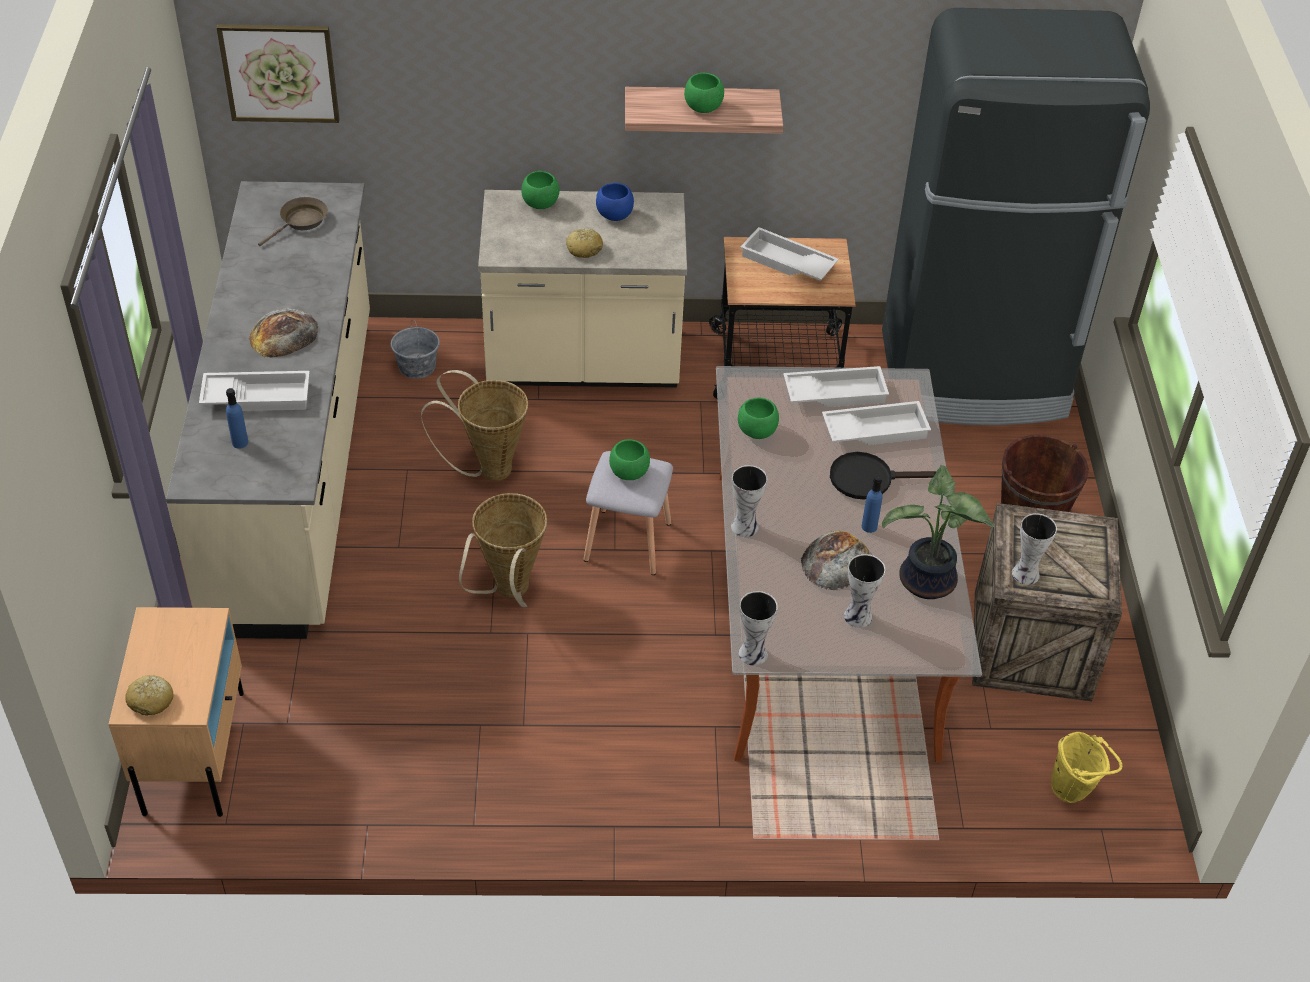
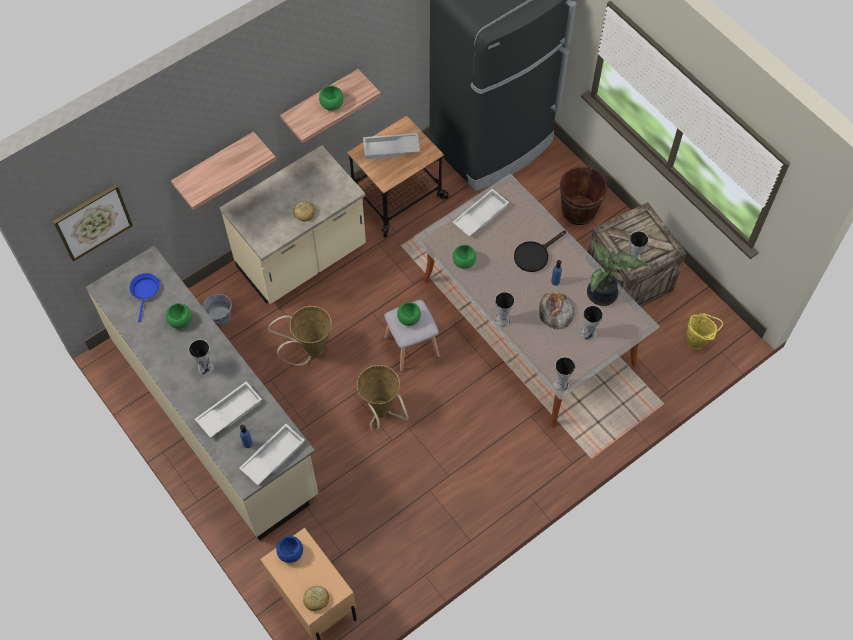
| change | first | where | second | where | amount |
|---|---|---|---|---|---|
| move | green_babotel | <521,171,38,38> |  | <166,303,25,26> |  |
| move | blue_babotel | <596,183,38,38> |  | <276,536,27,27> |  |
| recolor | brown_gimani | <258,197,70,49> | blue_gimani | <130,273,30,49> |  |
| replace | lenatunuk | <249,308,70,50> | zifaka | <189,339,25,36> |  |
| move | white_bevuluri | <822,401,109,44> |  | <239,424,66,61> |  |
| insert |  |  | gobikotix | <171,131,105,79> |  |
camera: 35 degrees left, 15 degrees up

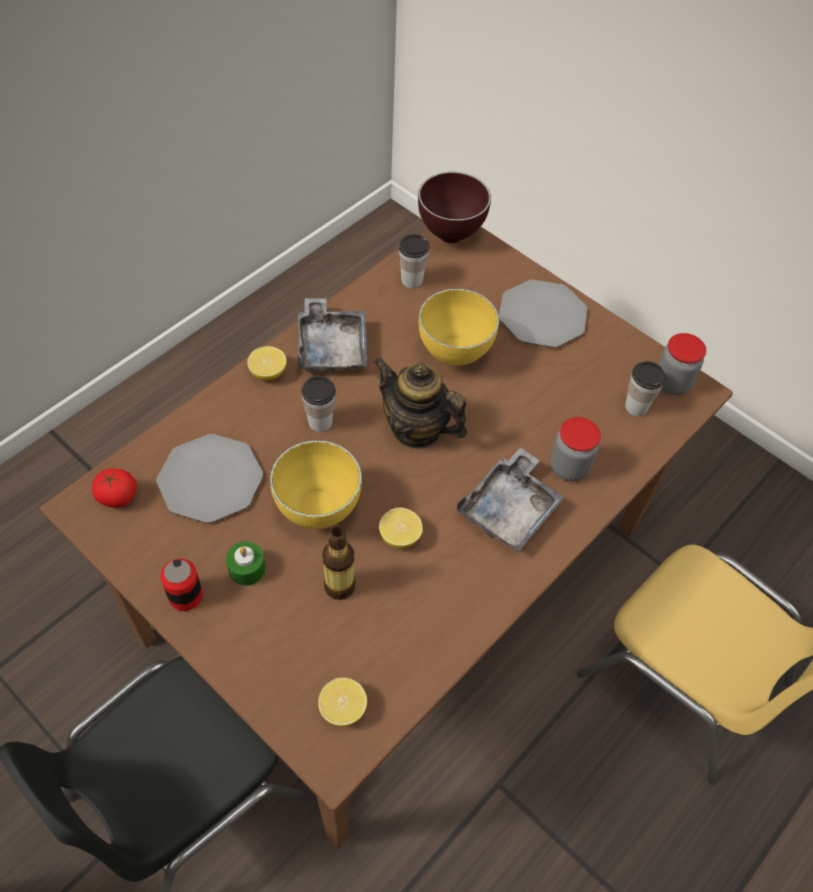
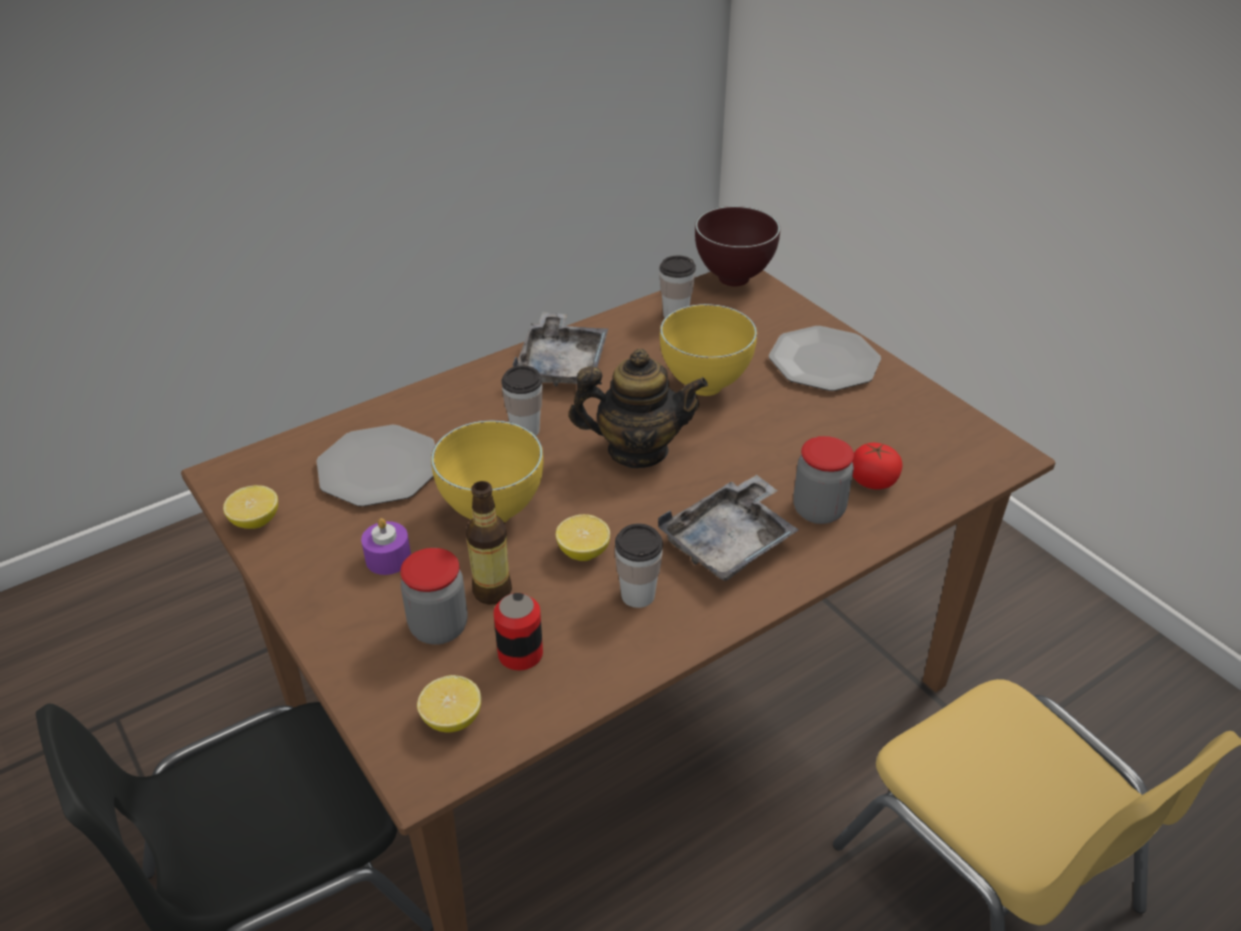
| change | first | where | second | where | amount |
|---|---|---|---|---|---|
| move | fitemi | <658,333,48,62> |  | <400,548,68,97> |  |
| move | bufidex | <247,346,40,34> |  | <223,485,55,44> |  |
| rotate | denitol | <373,357,94,92> |  | <569,349,139,119> | 135 degrees clockwise |
| move | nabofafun | <625,361,41,55> |  | <615,524,48,84> |  |
| move | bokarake | <92,468,45,40> |  | <852,443,51,47> |  |
| recolor | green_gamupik | <226,541,40,45> | purple_gamupik | <361,518,50,57> |  |
| move | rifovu | <160,559,43,52> |  | <494,593,49,78> |  |
camera: 15 degrees right, 15 degrees down

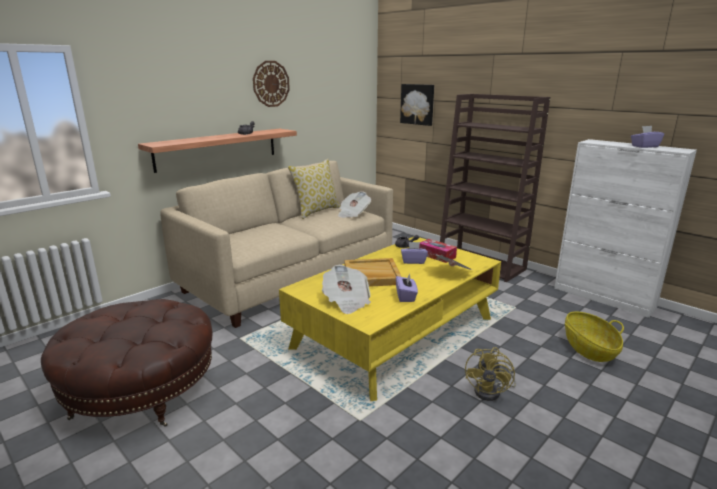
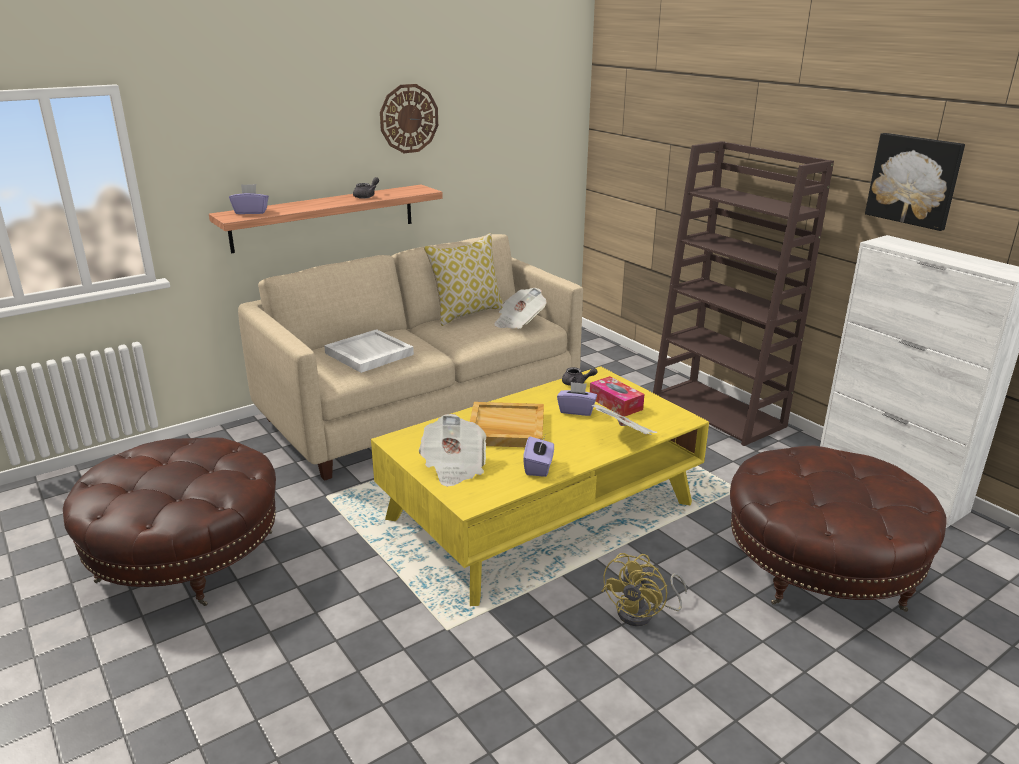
| change | first | where | second | where | amount |
|---|---|---|---|---|---|
| move | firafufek | <400,84,34,42> |  | <865,133,100,98> |  |
| move | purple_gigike | <631,126,33,22> |  | <229,184,40,30> |  |
| replace | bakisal | <565,312,59,50> | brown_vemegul | <730,445,217,167> |  |
| insert |  |  | white_bevuluri | <324,329,90,44> |  |
camera: 10 degrees right, 5 degrees up

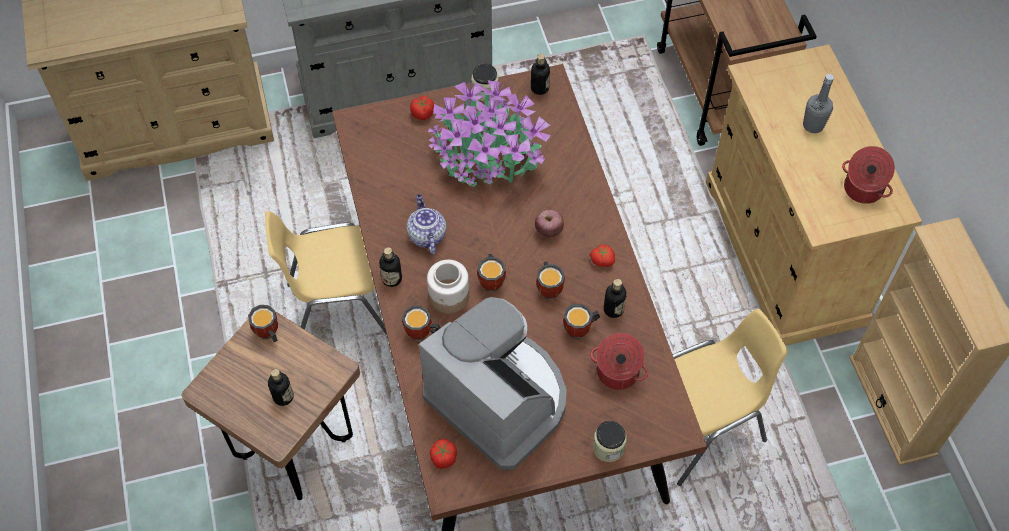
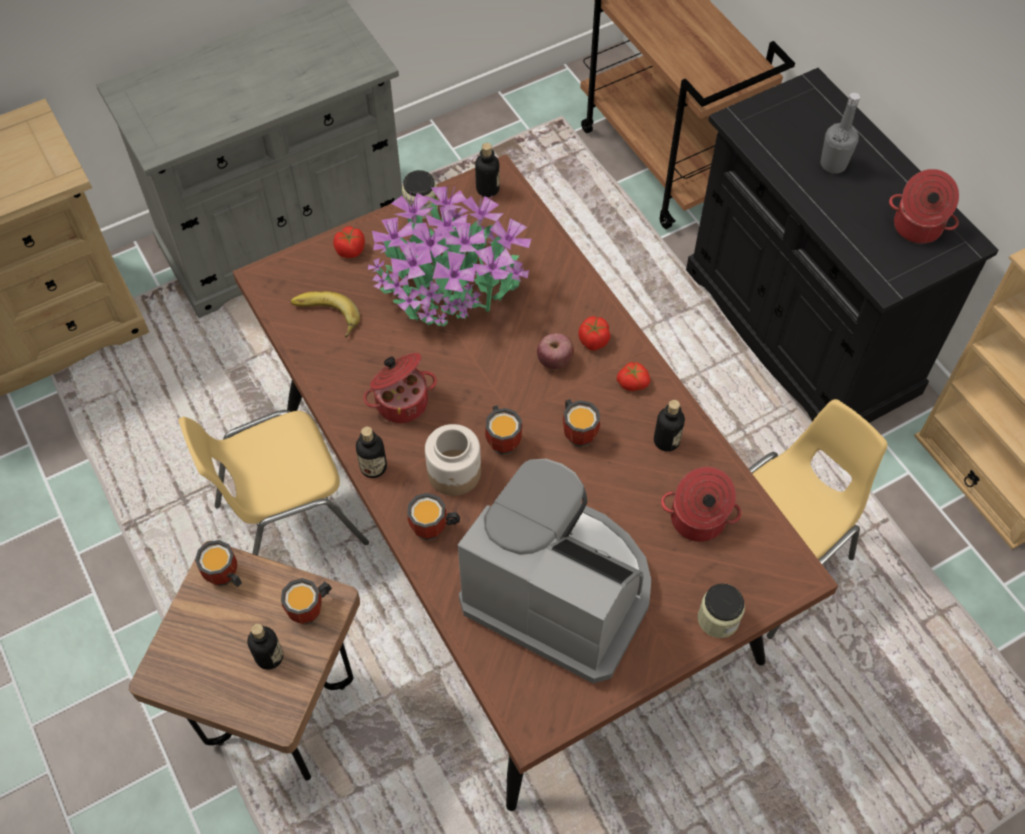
| change | first | where | second | where | amount |
|---|---|---|---|---|---|
| recolor | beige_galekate | <706,45,216,301> | black_galekate | <686,68,312,355> |  |
| replace | denitol | <406,194,41,61> | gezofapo | <363,353,74,70> |  |
| move | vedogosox | <563,304,37,35> |  | <281,578,51,47> |  |
| move | bokarake | <430,439,27,30> |  | <579,316,31,35> |  |
| insert |  |  | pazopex | <291,291,69,46> |  |
camera: 15 degrees left, 0 degrees up

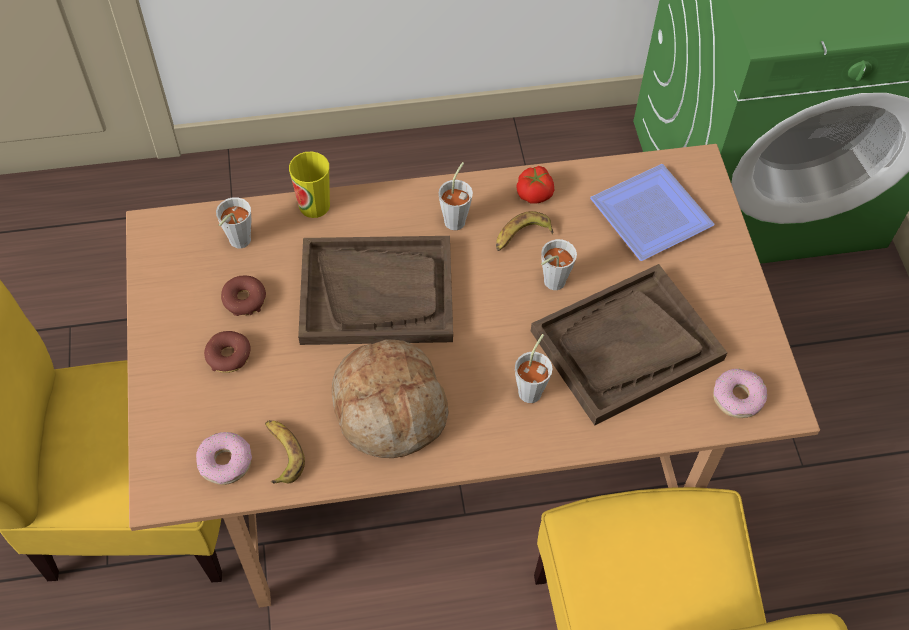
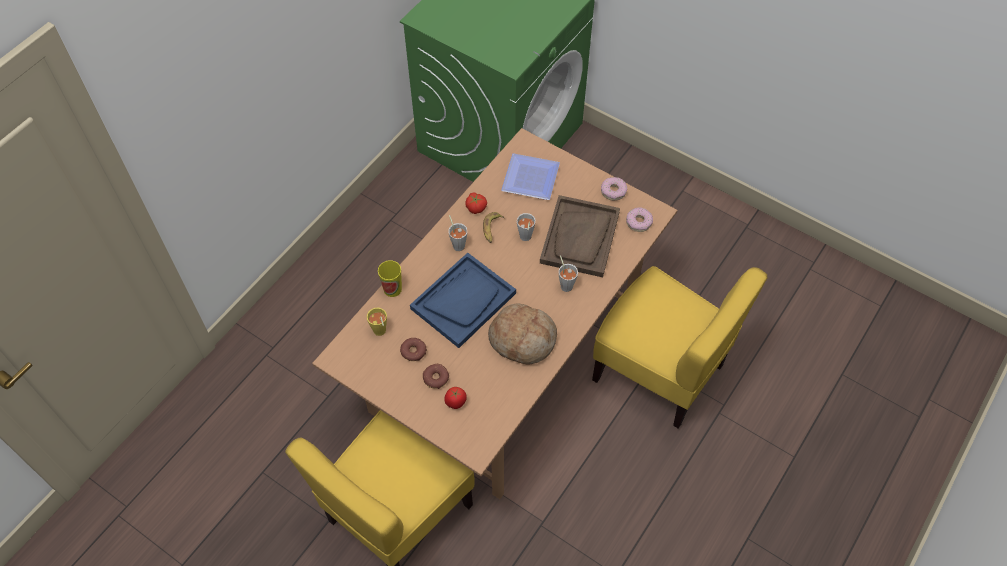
| change | first | where | second | where | amount |
|---|---|---|---|---|---|
| recolor | grey_nabofafun | <216,197,35,51> | yellow_nabofafun | <367,308,20,28> |  |
| recolor | brown_bevuluri | <298,236,155,109> | blue_bevuluri | <410,253,106,95> |  |
| delete | pazopex | <265,420,40,64> |  |  |  |
| move | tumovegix | <196,432,56,53> |  | <601,177,26,24> |  |
| insert |  |  | bokarake | <444,387,23,22> |  |
camera: 45 degrees left, 0 degrees up

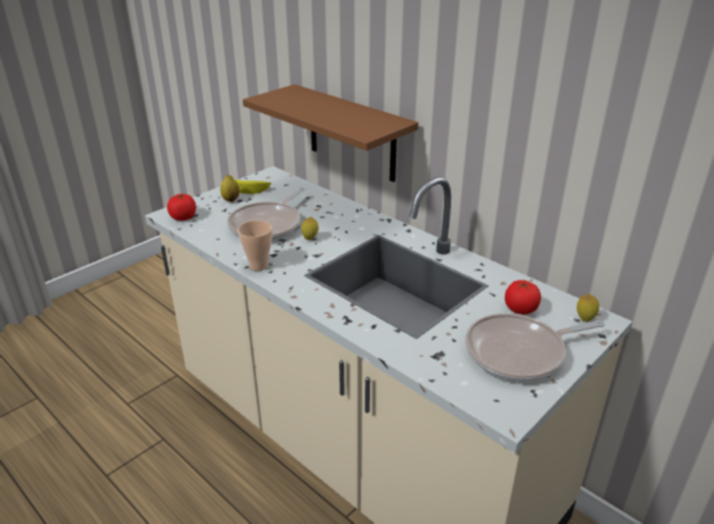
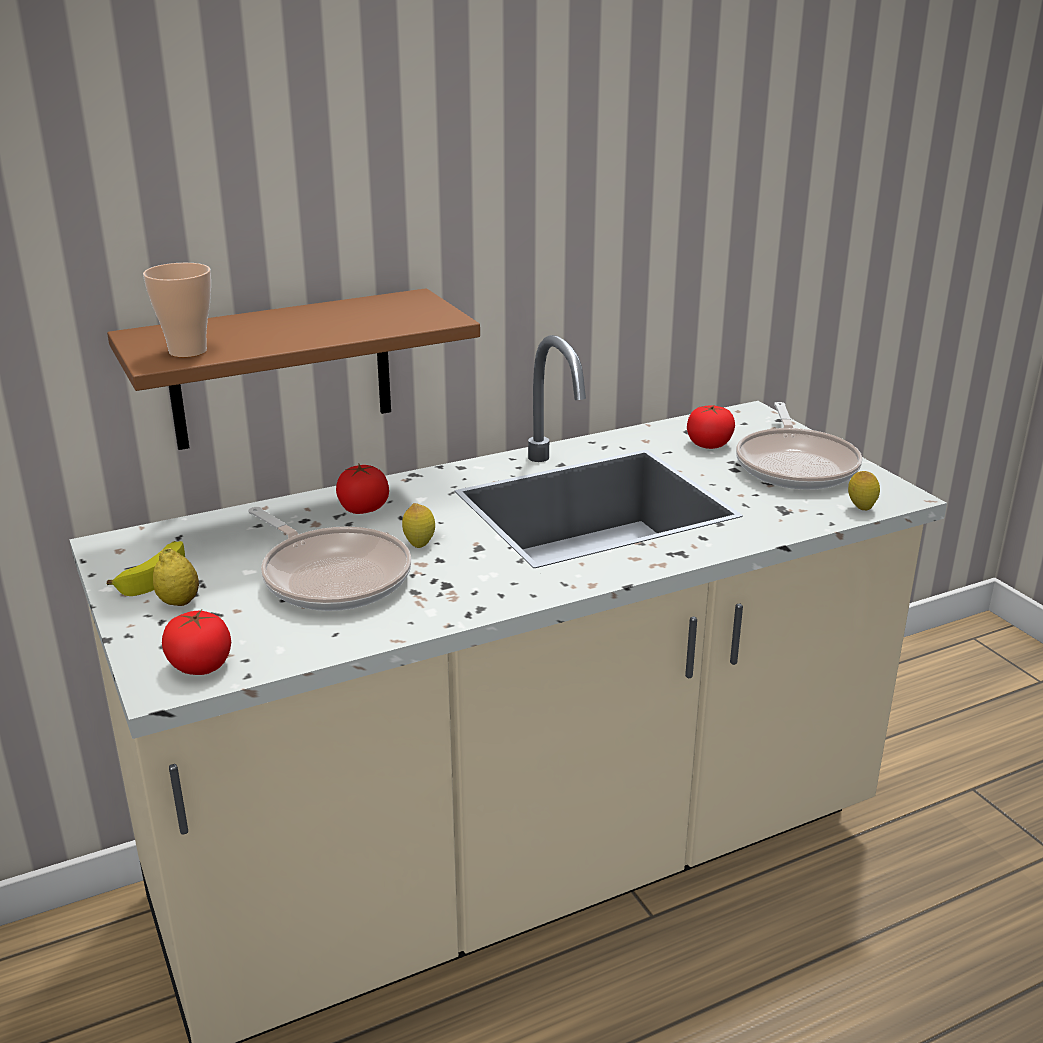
| change | first | where | second | where | amount |
|---|---|---|---|---|---|
| move | nabofafun | <238,220,35,51> |  | <143,263,68,95> |  |
| move | bufidex | <577,294,22,28> |  | <848,471,32,39> |  |
| insert |  |  | bokarake | <336,464,53,50> |  |
camera: 70 degrees left, 5 degrees down

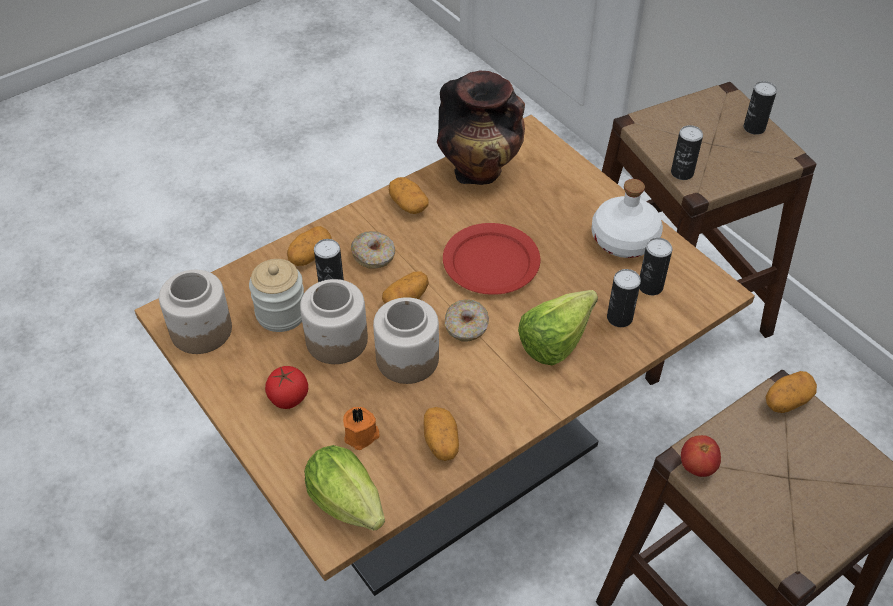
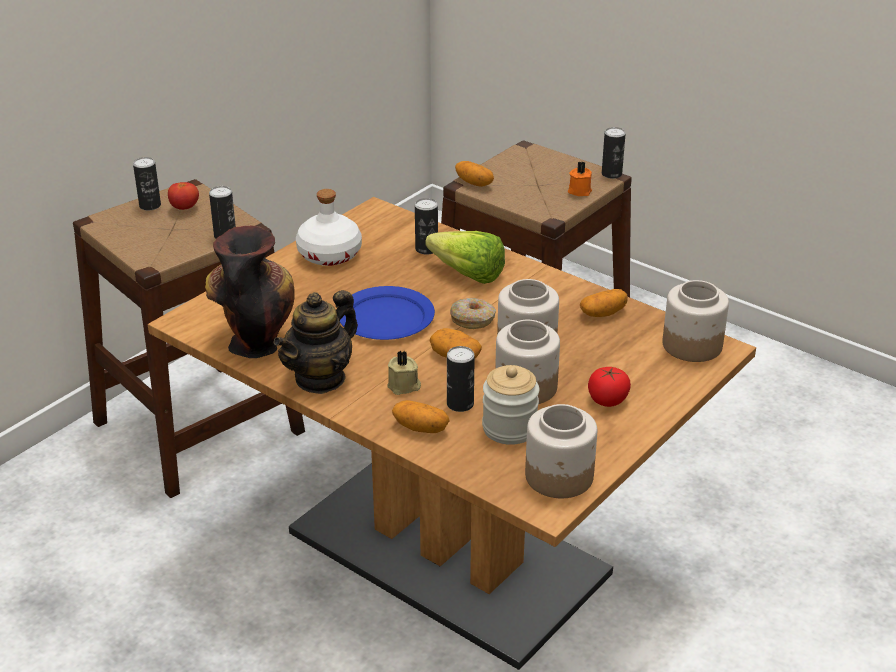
| change | first | where | second | where | amount |
|---|---|---|---|---|---|
| replace | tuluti | <389,177,39,37> | denitol | <273,290,85,104> |  |
| recolor | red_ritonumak | <443,223,97,72> | blue_ritonumak | <340,286,95,54> |  |
| replace | tumovegix | <351,231,44,38> | beige_gamupik | <387,350,34,45> |  |
| move | rifovu | <639,238,33,57> |  | <602,127,24,52> |  |
| move | orange_gamupik | <343,407,37,43> |  | <568,161,24,35> |  |
| move | bokarake | <681,435,40,42> |  | <168,182,31,28> |  |
| replace | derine | <304,445,81,85> | fitemi | <663,280,66,82> |  |
camera: 105 degrees left, 15 degrees down

